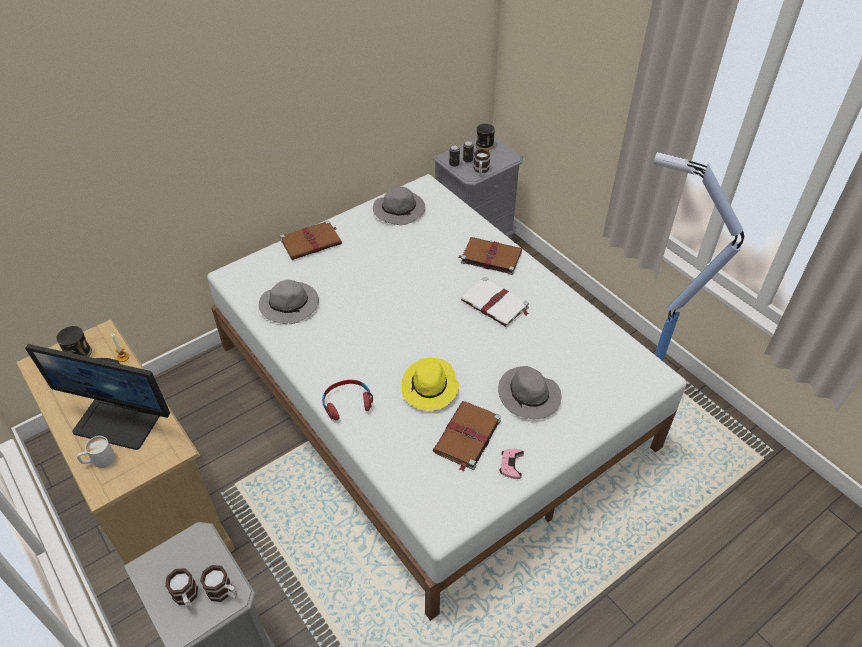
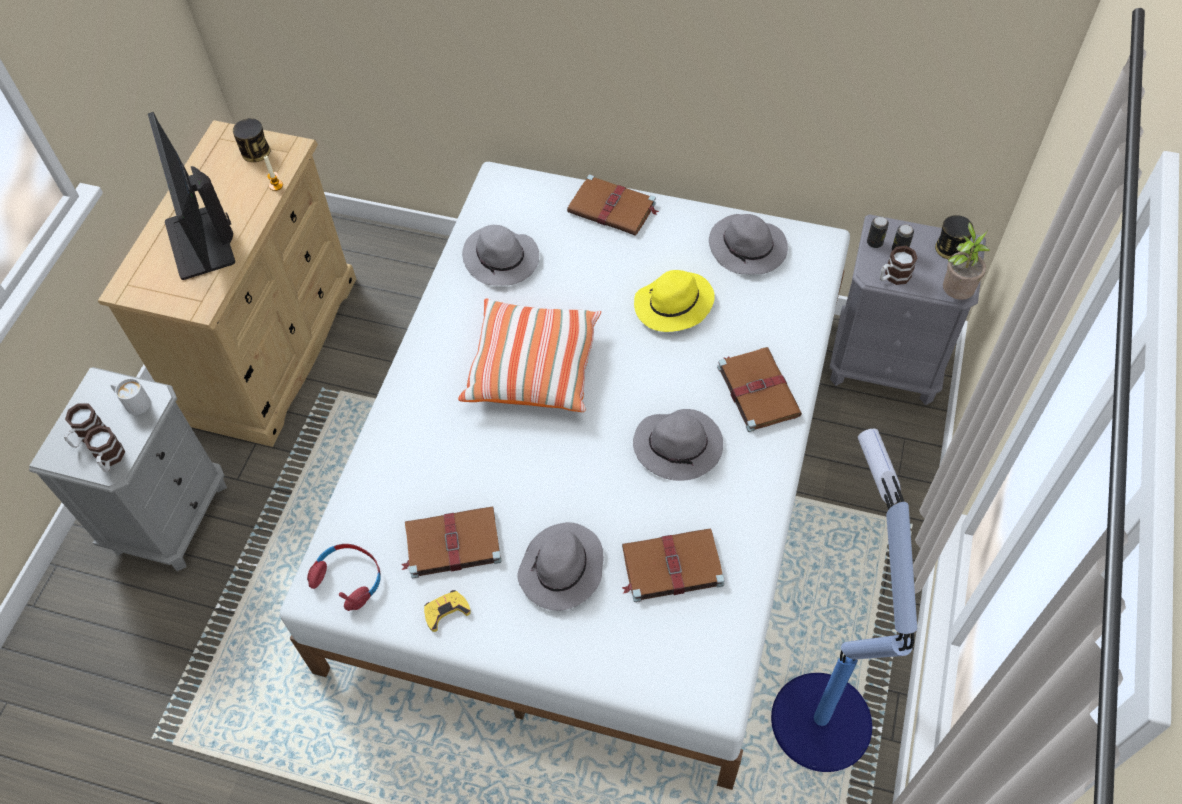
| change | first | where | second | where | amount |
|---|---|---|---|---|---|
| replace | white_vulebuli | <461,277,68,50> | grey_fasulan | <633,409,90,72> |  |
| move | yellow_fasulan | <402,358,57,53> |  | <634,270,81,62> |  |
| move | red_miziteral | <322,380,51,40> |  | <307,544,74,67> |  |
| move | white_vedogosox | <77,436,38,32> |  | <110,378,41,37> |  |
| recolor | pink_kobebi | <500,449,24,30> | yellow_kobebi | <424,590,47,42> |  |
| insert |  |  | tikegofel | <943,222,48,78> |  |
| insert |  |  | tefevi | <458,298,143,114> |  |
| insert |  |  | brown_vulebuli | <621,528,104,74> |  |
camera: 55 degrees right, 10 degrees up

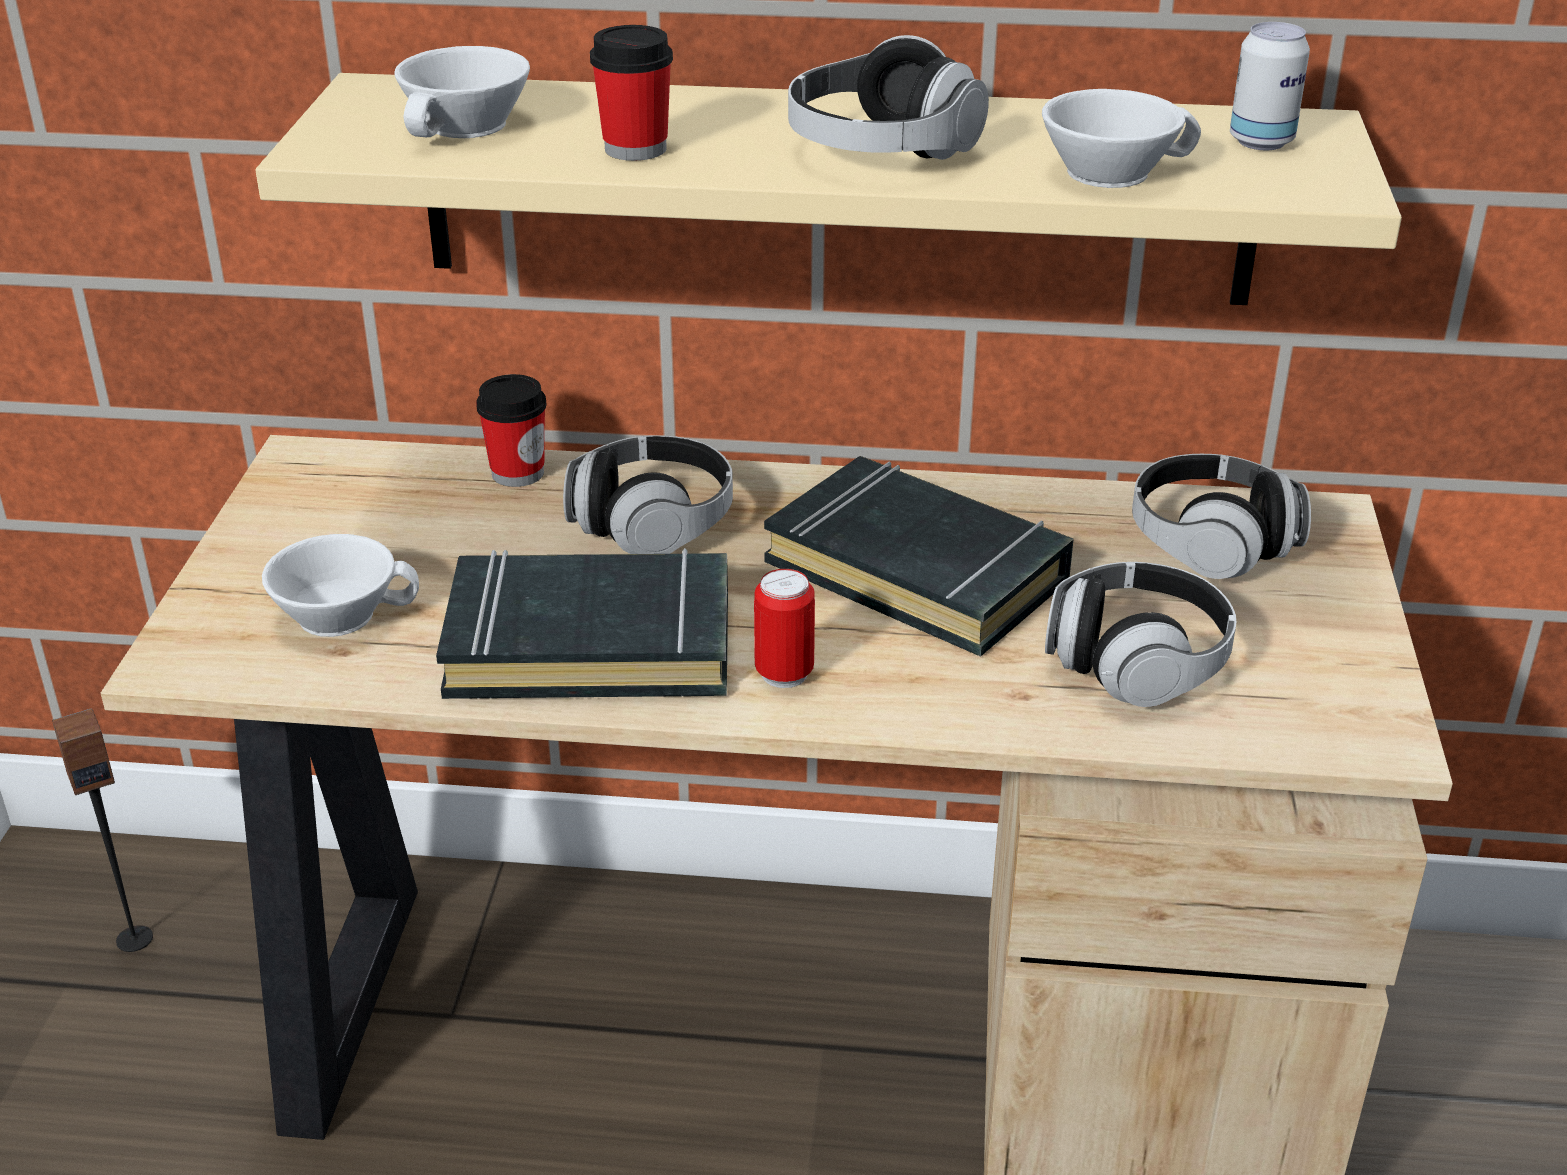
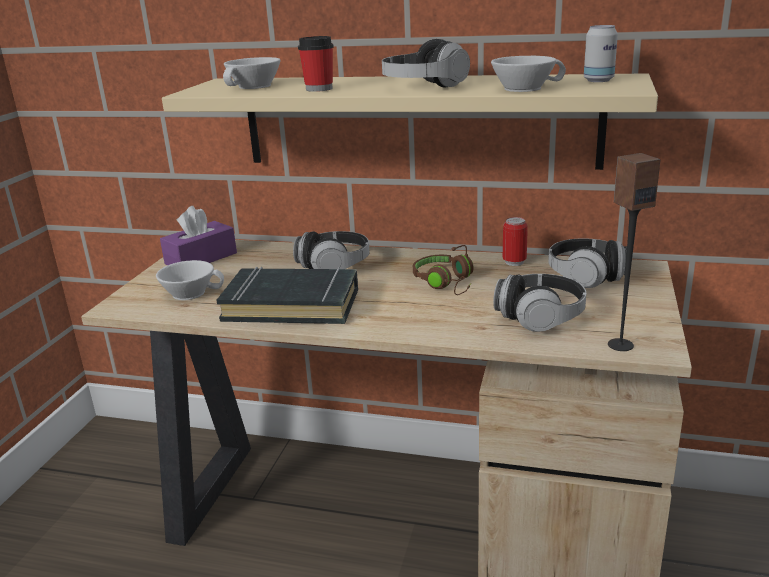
| change | first | where | second | where | amount |
|---|---|---|---|---|---|
| delete | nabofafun | <476,374,71,113> |  |  |  |
| replace | black_vulebuli | <764,456,310,201> | brown_miziteral | <413,245,60,50> |  |
| move | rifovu | <754,569,61,119> |  | <503,217,25,49> |  |
| move | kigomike | <52,708,101,244> |  | <608,153,52,198> |  |
| insert |  |  | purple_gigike | <160,206,77,59> |  |
camera: 10 degrees right, 10 degrees down

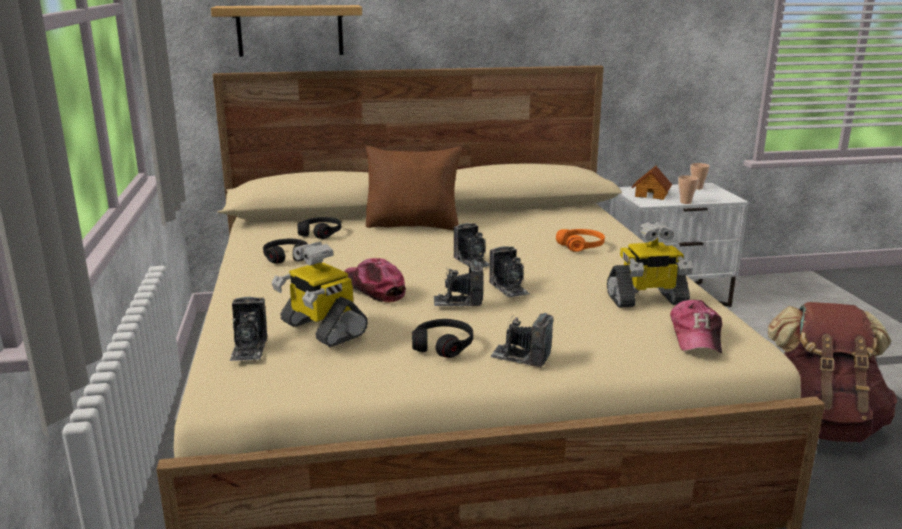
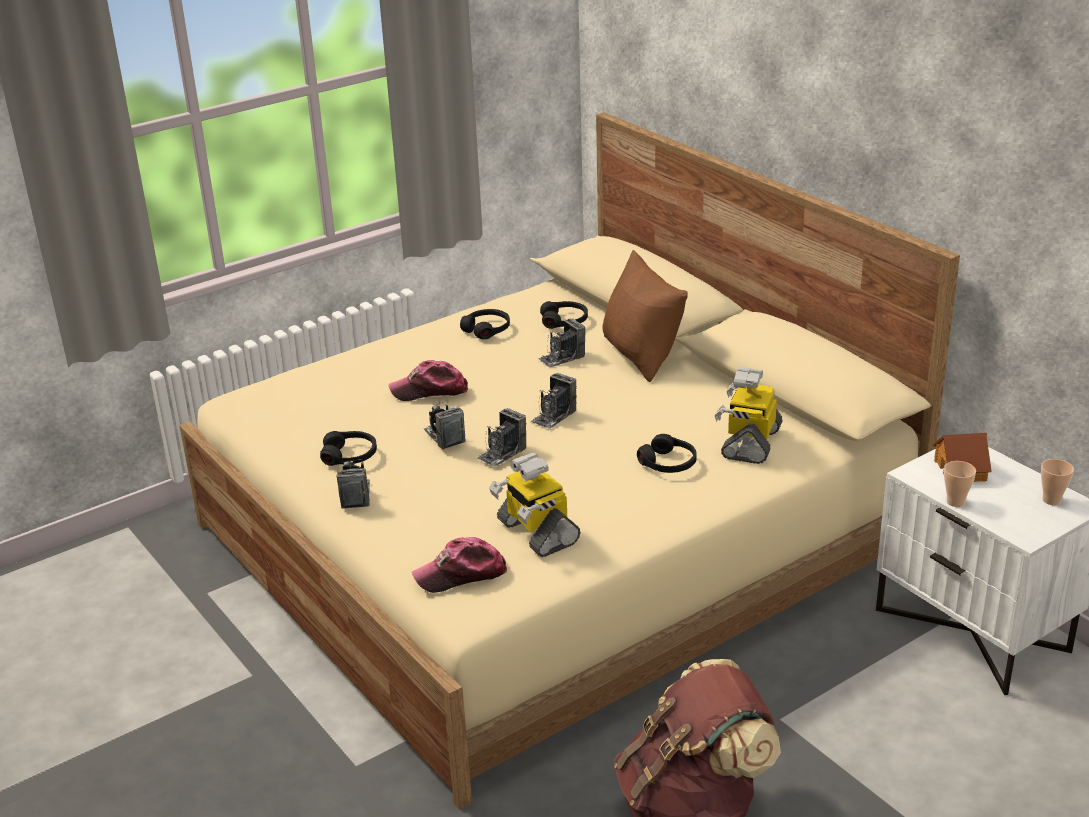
| change | first | where | second | where | amount |
|---|---|---|---|---|---|
| delete | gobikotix | <211,5,151,52> |  |  |  |
| recolor | orange_miziteral | <556,229,49,23> | black_miziteral | <637,434,60,39> |  |
| move | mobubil | <271,242,97,105> |  | <715,367,68,97> |  |
| rotate | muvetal | <344,258,62,45> |  | <389,360,79,41> | 120 degrees counterclockwise |
| move | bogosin | <229,297,38,64> |  | <538,318,48,49> |  |
camera: 65 degrees right, 10 degrees up

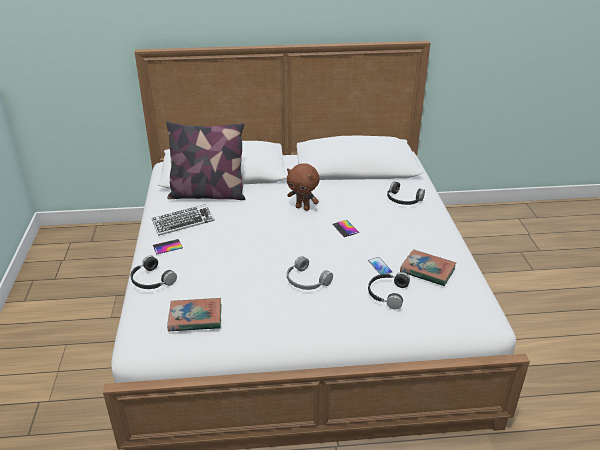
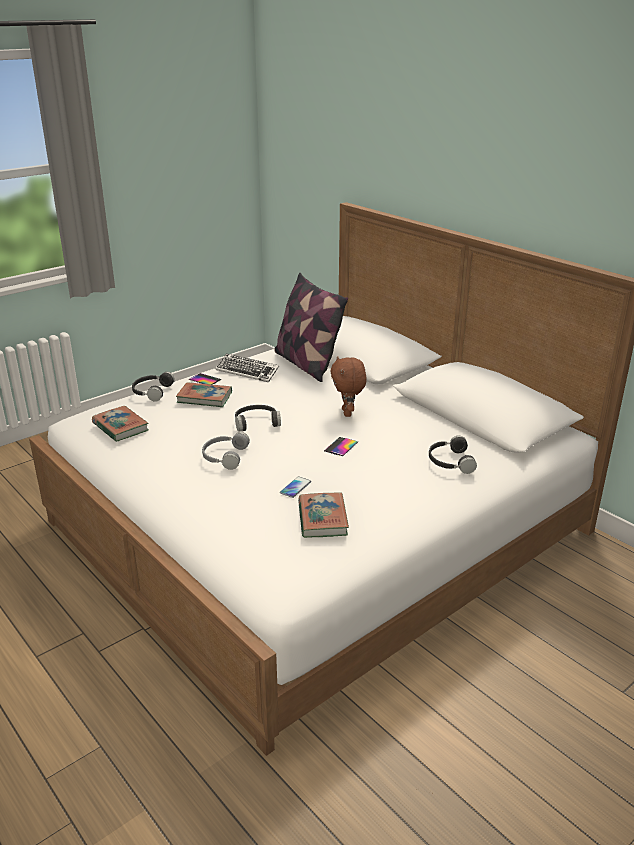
| change | first | where | second | where | amount |
|---|---|---|---|---|---|
| move | black_miziteral | <368,272,42,38> |  | <235,405,46,27> |  |
| insert |  |  | vulebuli | <176,382,56,25> |  |
camera: 55 degrees right, 5 degrees down

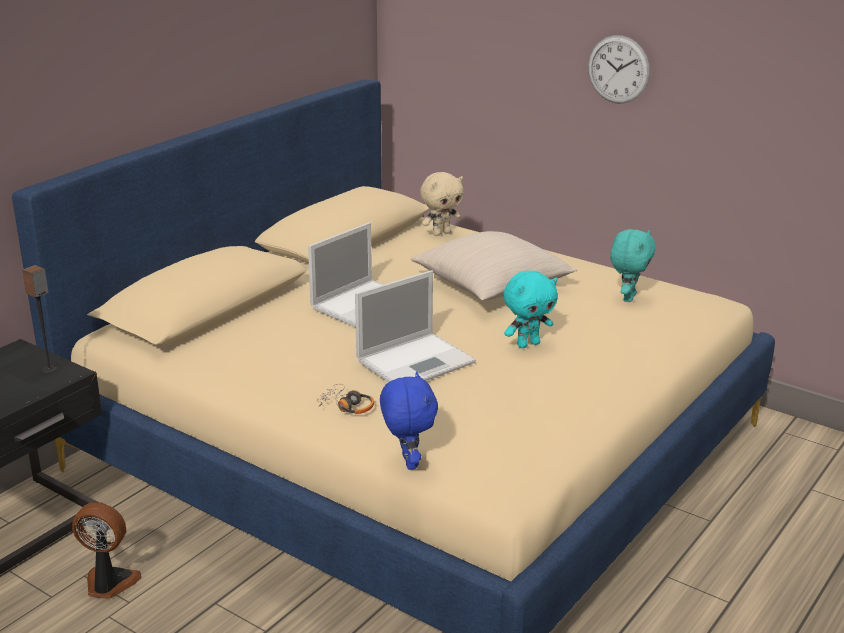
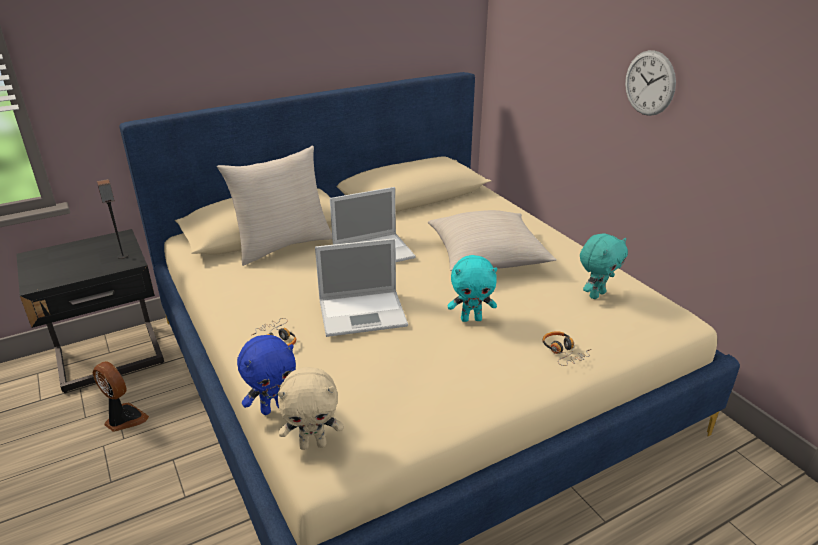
| change | first | where | second | where | amount |
|---|---|---|---|---|---|
| move | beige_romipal | <420,172,44,64> |  | <278,367,65,83> |  |
| rotate | blue_romipal | <380,371,58,99> |  | <237,335,59,80> | 45 degrees clockwise |
| insert |  |  | beige_tefevi | <217,146,115,120> |  |
| insert |  |  | miziteral | <542,331,49,35> |  |
camera: 25 degrees right, 5 degrees up

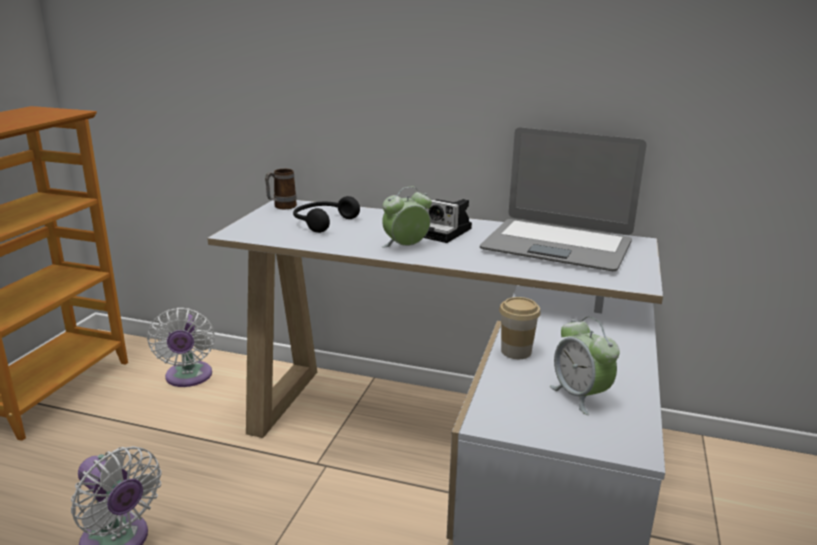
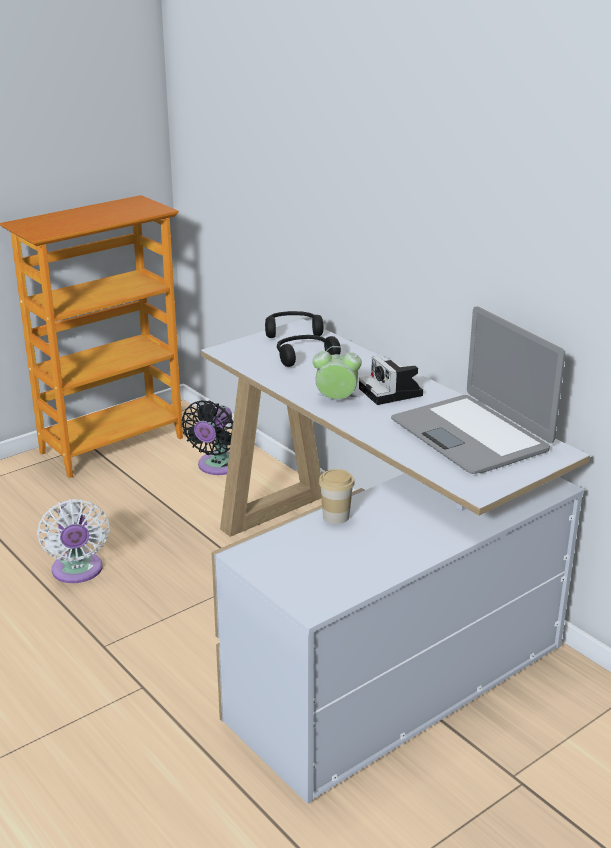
| change | first | where | second | where | amount |
|---|---|---|---|---|---|
| replace | vedogosox | <265,169,32,40> | black_miziteral | <265,311,58,27> |  |
| recolor | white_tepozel | <147,308,68,79> | black_tepozel | <181,400,52,75> |  |
| delete | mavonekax | <550,316,70,99> |  |  |  |
camera: 35 degrees right, 5 degrees up

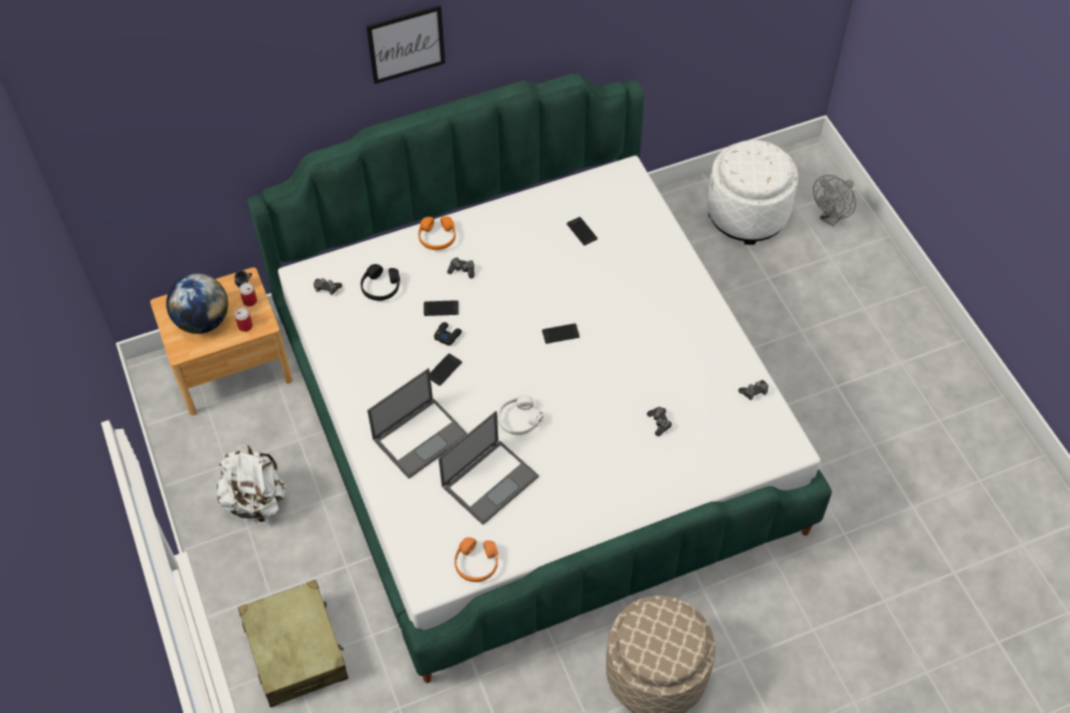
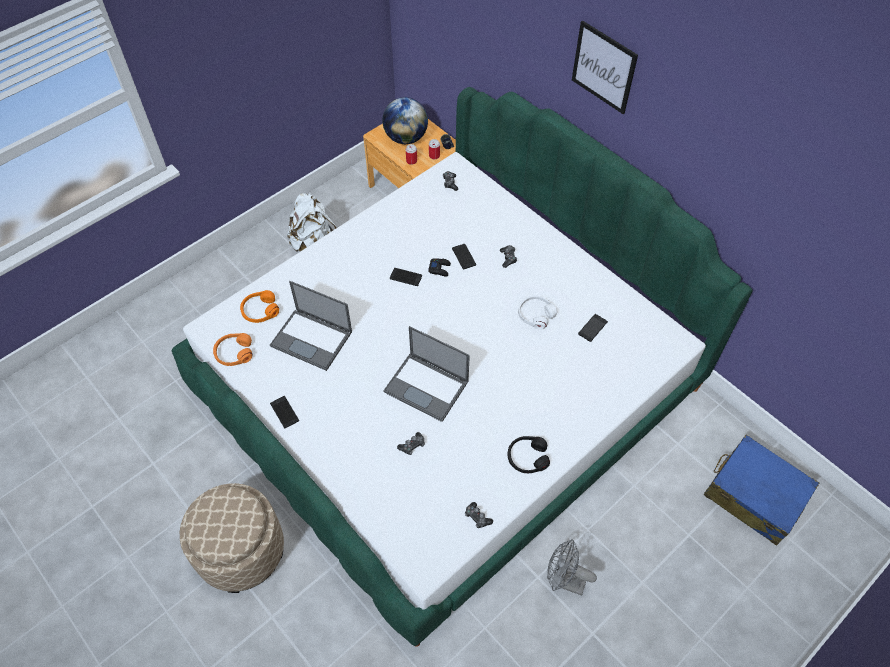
| change | first | where | second | where | amount |
|---|---|---|---|---|---|
| replace | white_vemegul | <707,140,91,105> | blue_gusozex | <704,435,115,111> |  |
| move | grey_tepozel | <813,175,43,52> |  | <547,539,50,57> |  |
| move | orange_miziteral | <418,216,38,34> |  | <240,290,39,33> |  |
| move | black_miziteral | <361,264,39,37> |  | <508,436,42,37> |  |
| move | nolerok | <542,323,38,21> |  | <270,396,29,32> |  |
| move | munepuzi | <367,368,101,111> |  | <383,326,87,96> |  |
| move | white_miziteral | <498,395,46,40> |  | <518,295,39,34> |  |
| delete | beige_gusozex | <238,580,110,128> |  |  |  |
camera: 70 degrees right, 0 degrees up

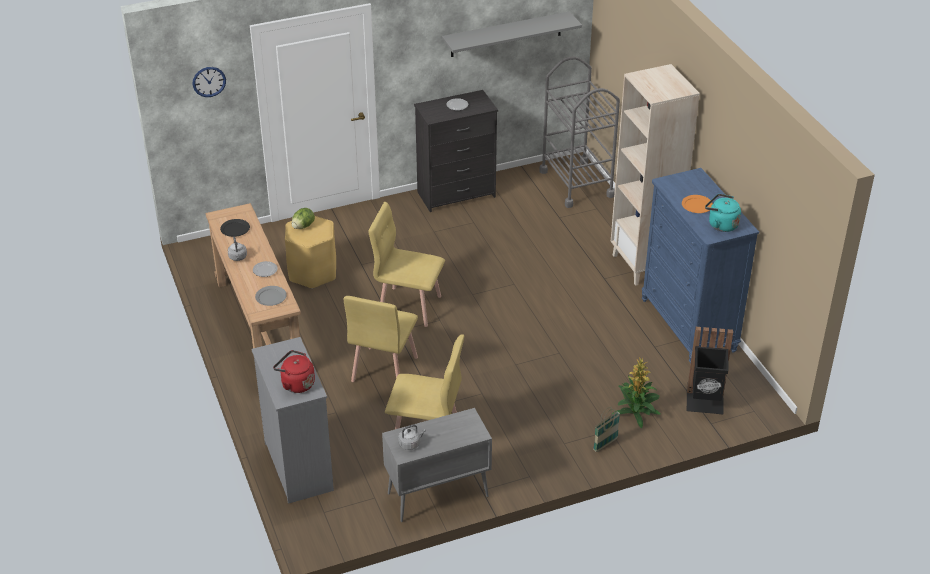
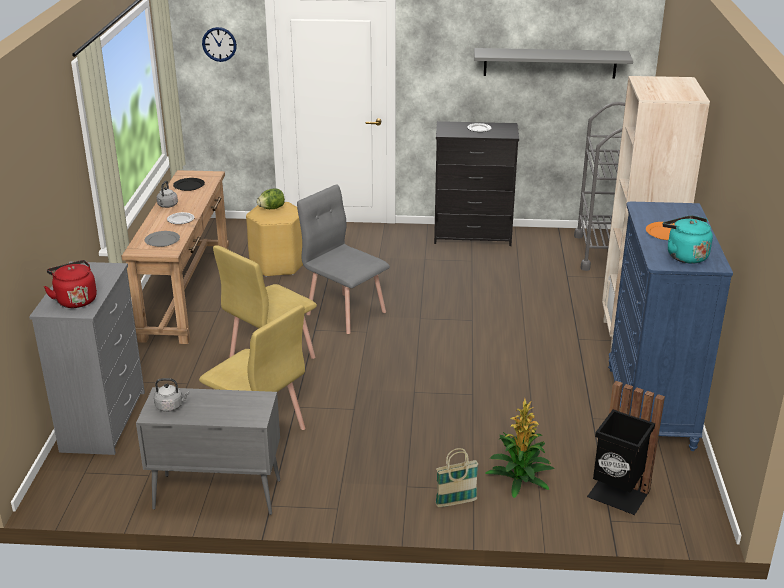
| change | first | where | second | where | amount |
|---|---|---|---|---|---|
| recolor | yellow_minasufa | <368,202,77,125> | grey_minasufa | <297,184,93,150> |  |
camera: 25 degrees right, 10 degrees down

